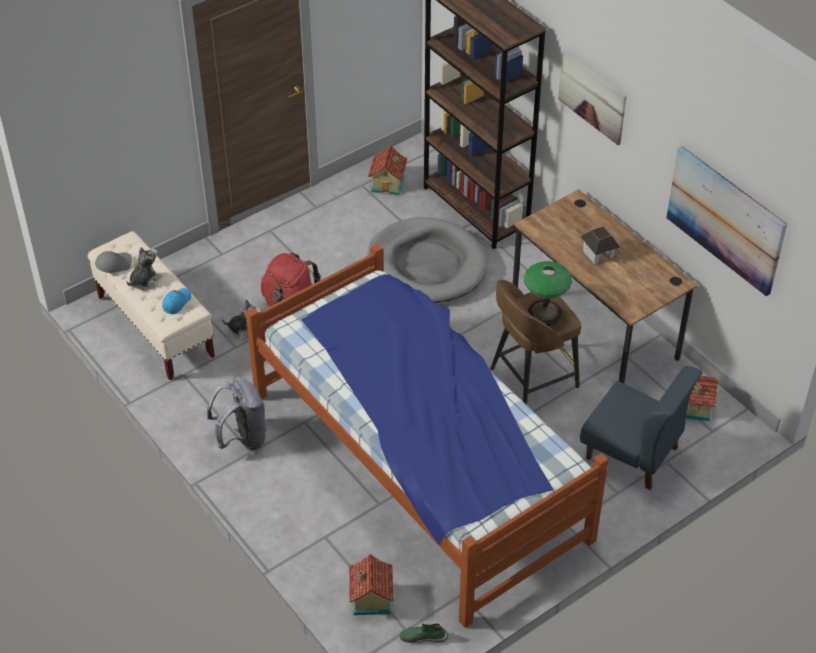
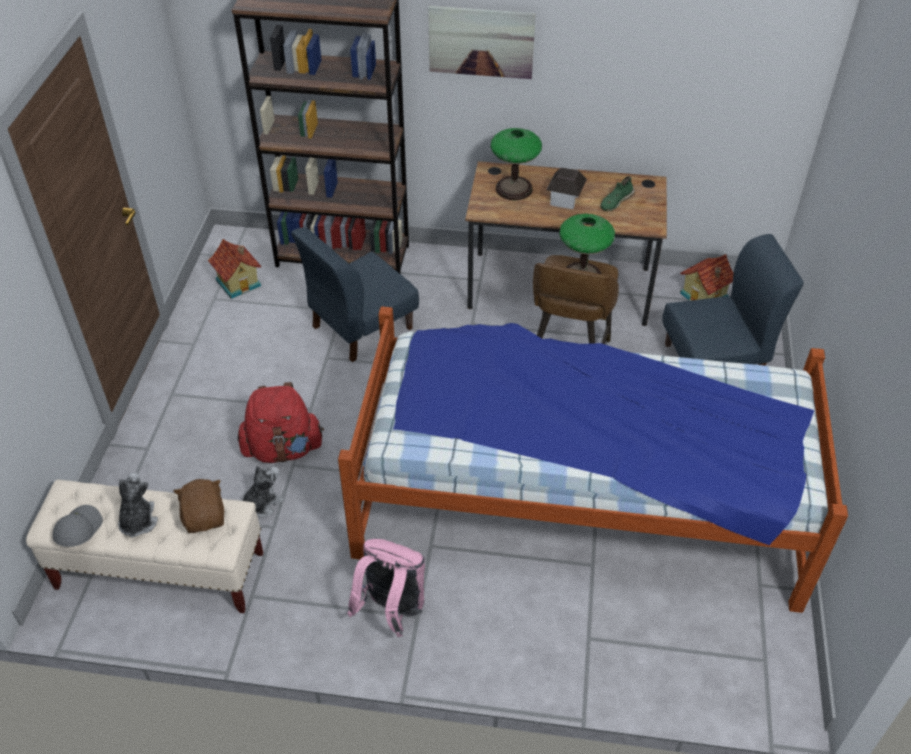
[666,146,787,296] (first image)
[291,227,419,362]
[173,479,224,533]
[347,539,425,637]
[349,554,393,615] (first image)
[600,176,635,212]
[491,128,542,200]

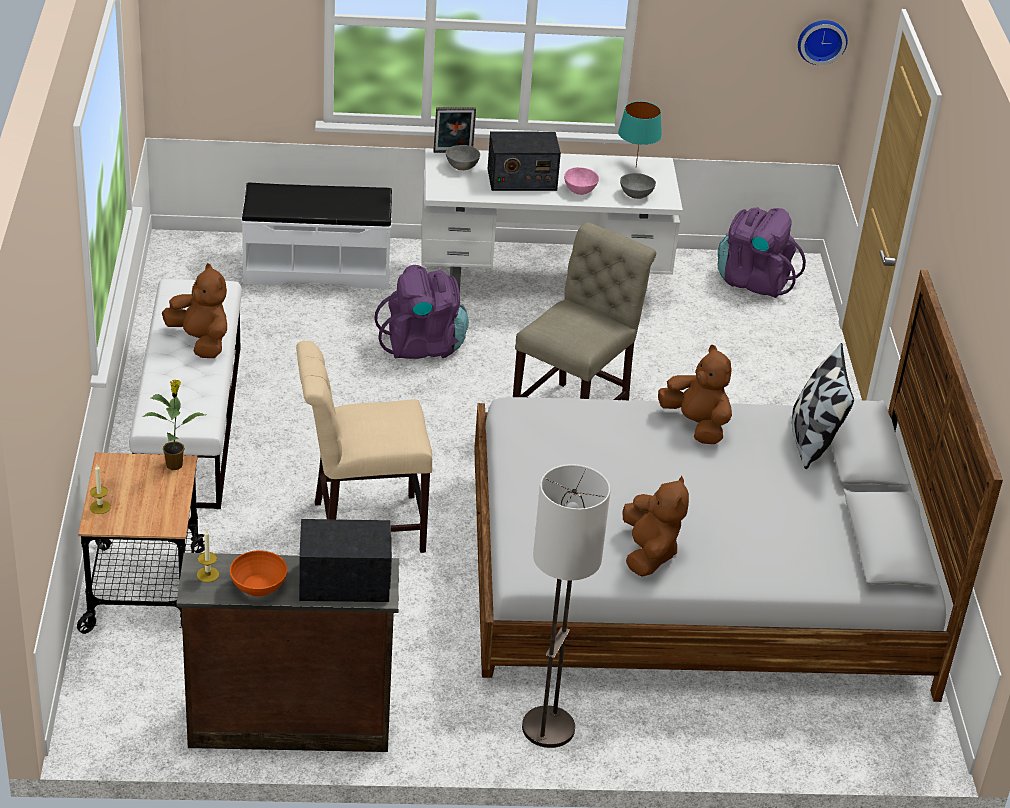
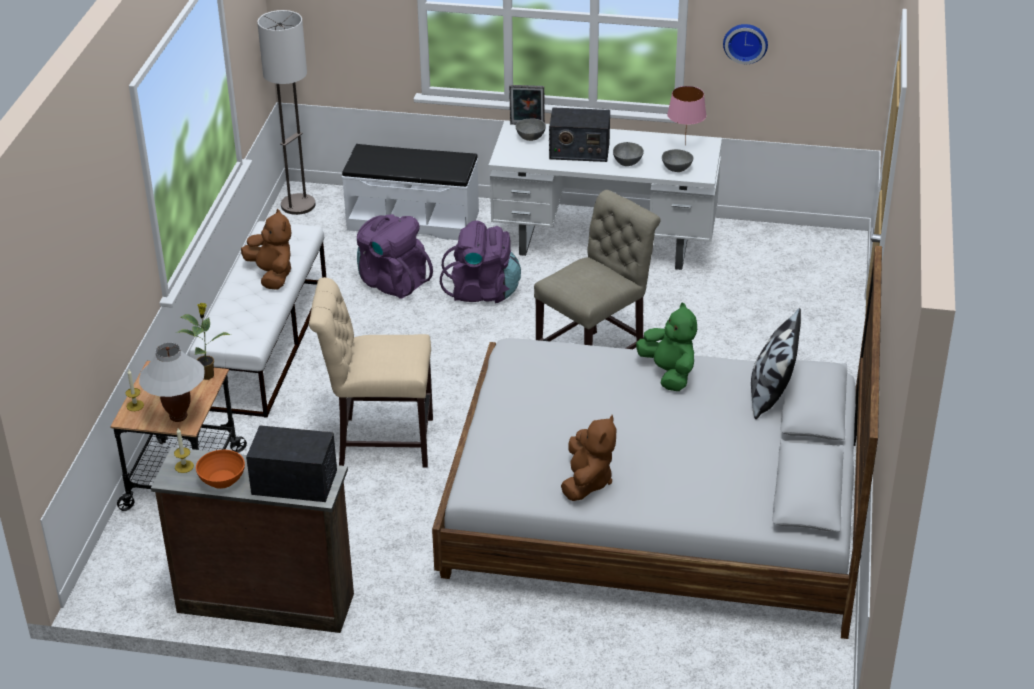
[723,24,768,64]
[667,86,706,145]
[613,142,644,166]
[357,214,433,299]
[636,302,697,391]
[257,10,315,215]
[139,342,205,422]

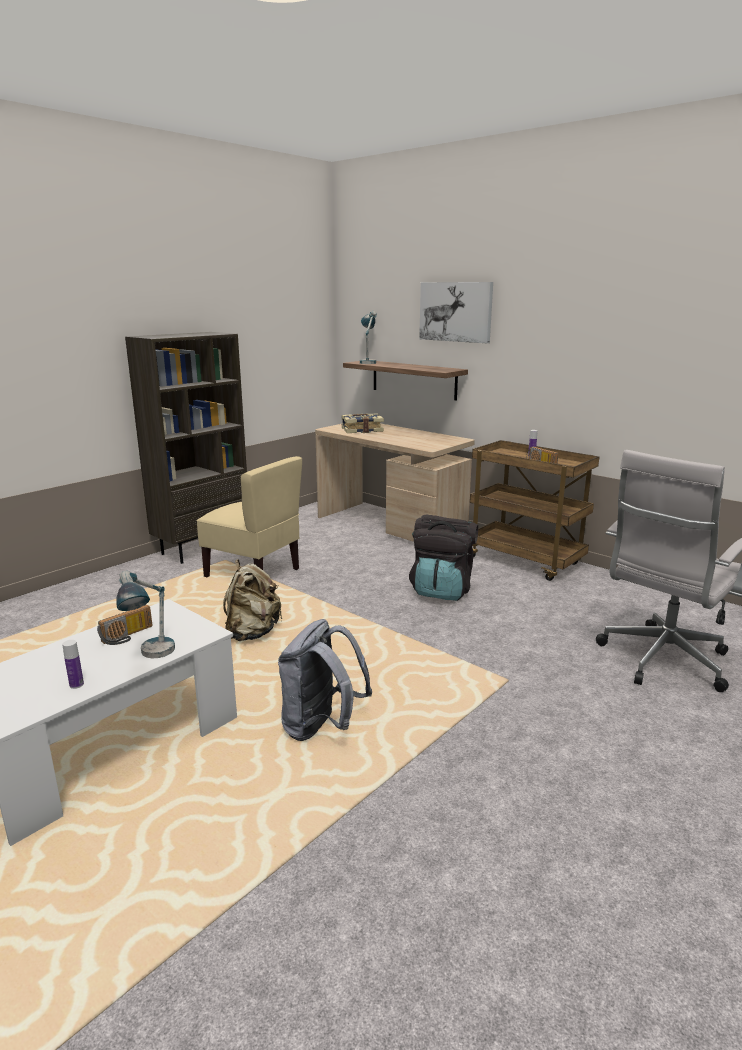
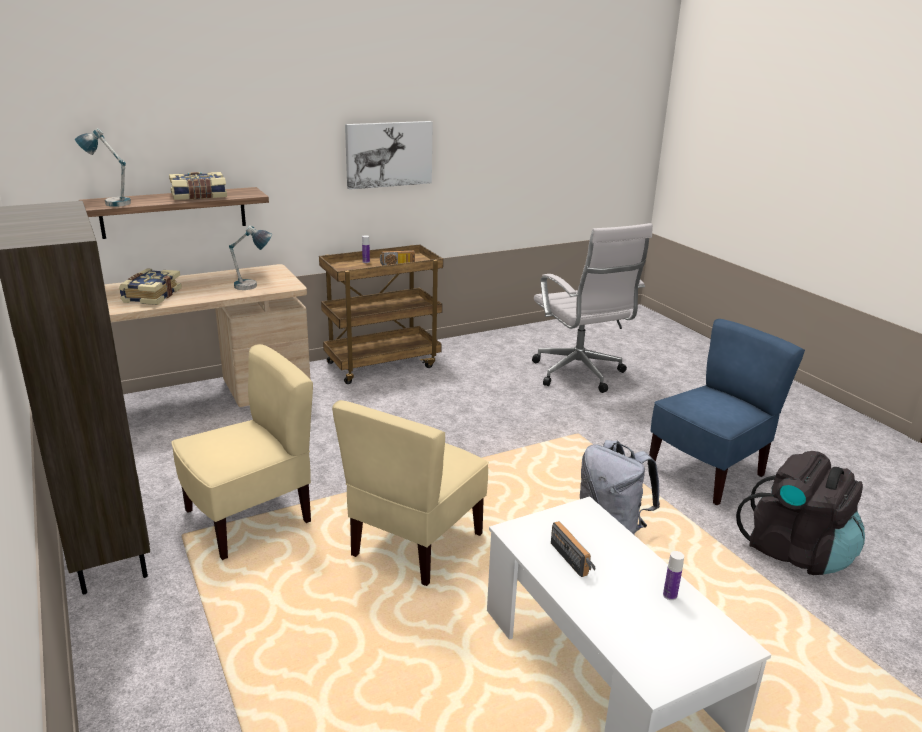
[345,121,433,190]
[736,451,865,575]
[332,400,489,586]
[229,226,272,290]
[169,172,227,200]
[649,319,805,505]

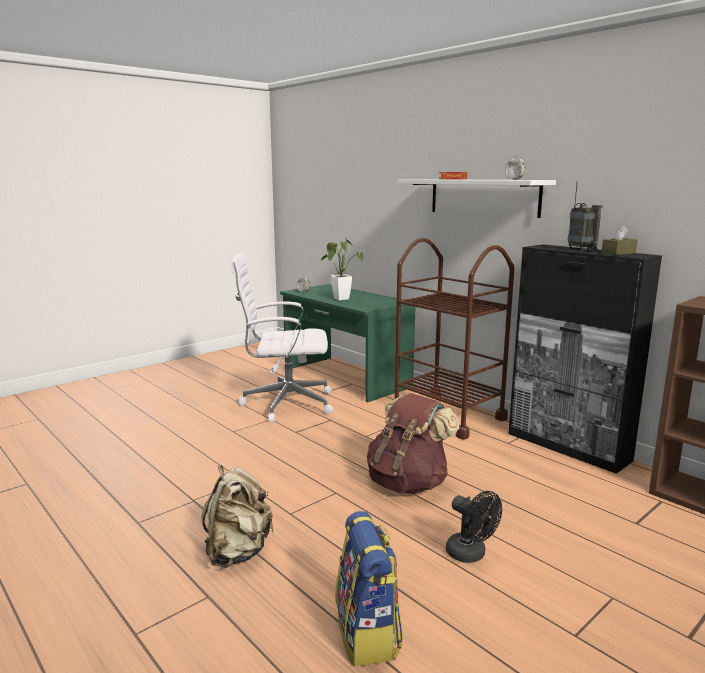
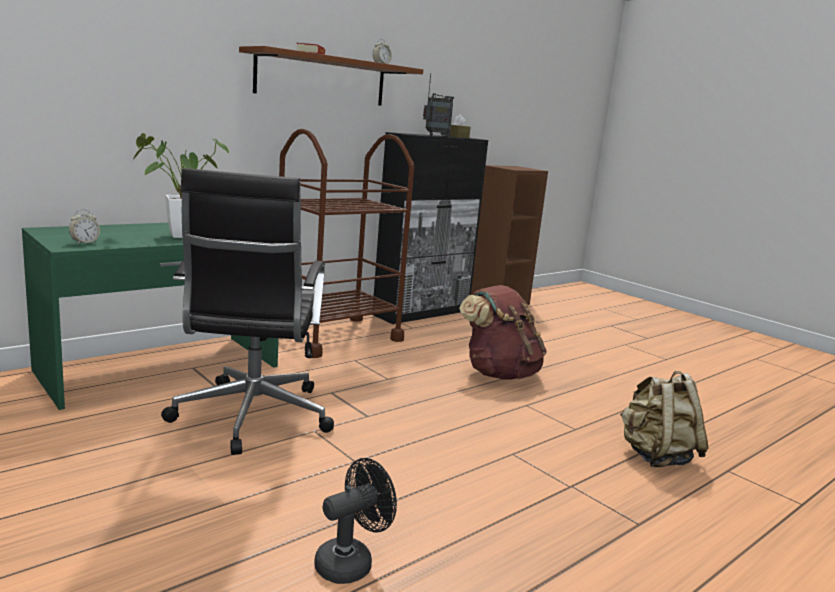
[239,46,423,105]
[161,168,334,455]
[314,458,397,584]
[335,511,403,666] (first image)

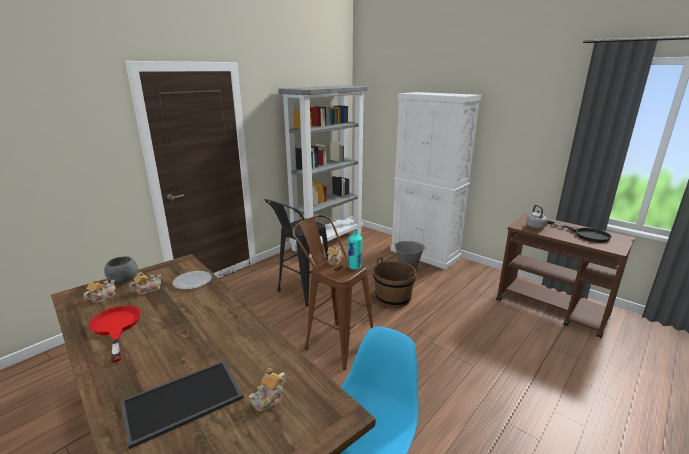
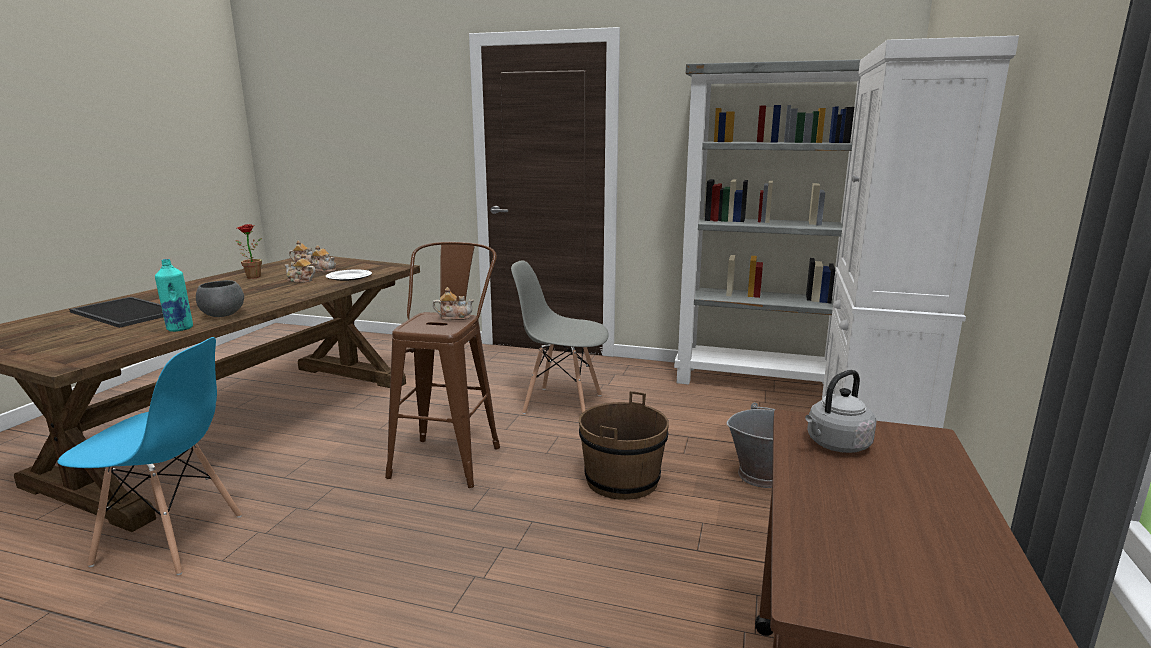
[511,260,609,414]
[547,220,612,243] (first image)
[155,259,193,332]
[196,280,244,317]
[235,224,262,279]
[285,254,316,283]

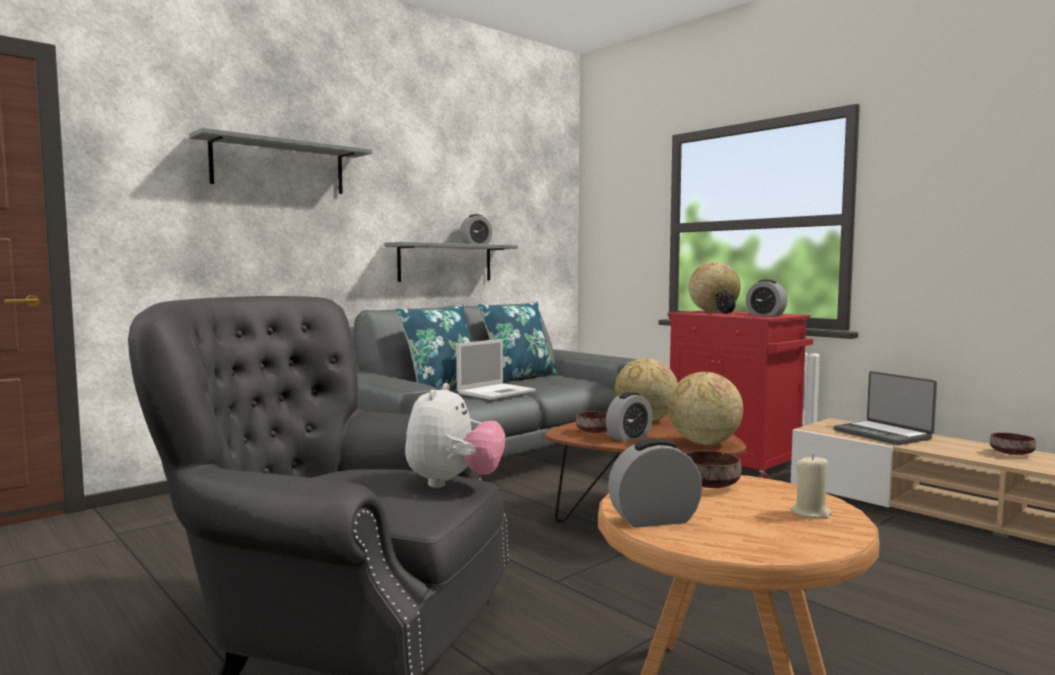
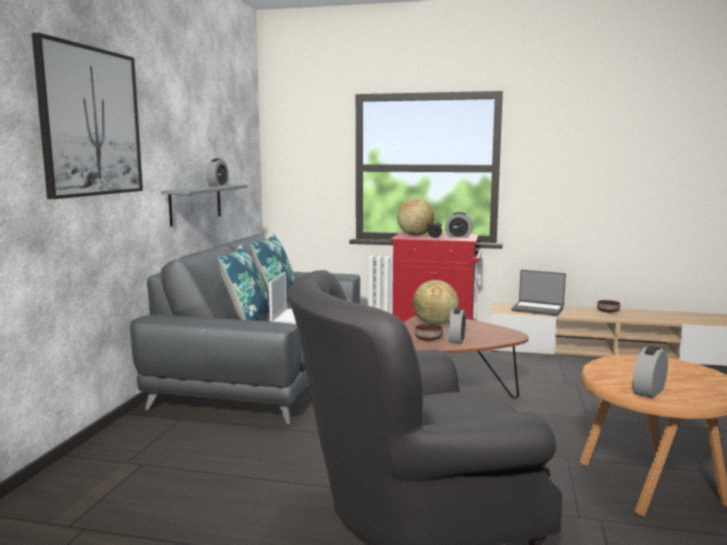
[32,33,143,199]
[668,372,743,445] (first image)
[405,383,505,488] (first image)
[685,451,741,488] (first image)
[791,454,832,519] (first image)

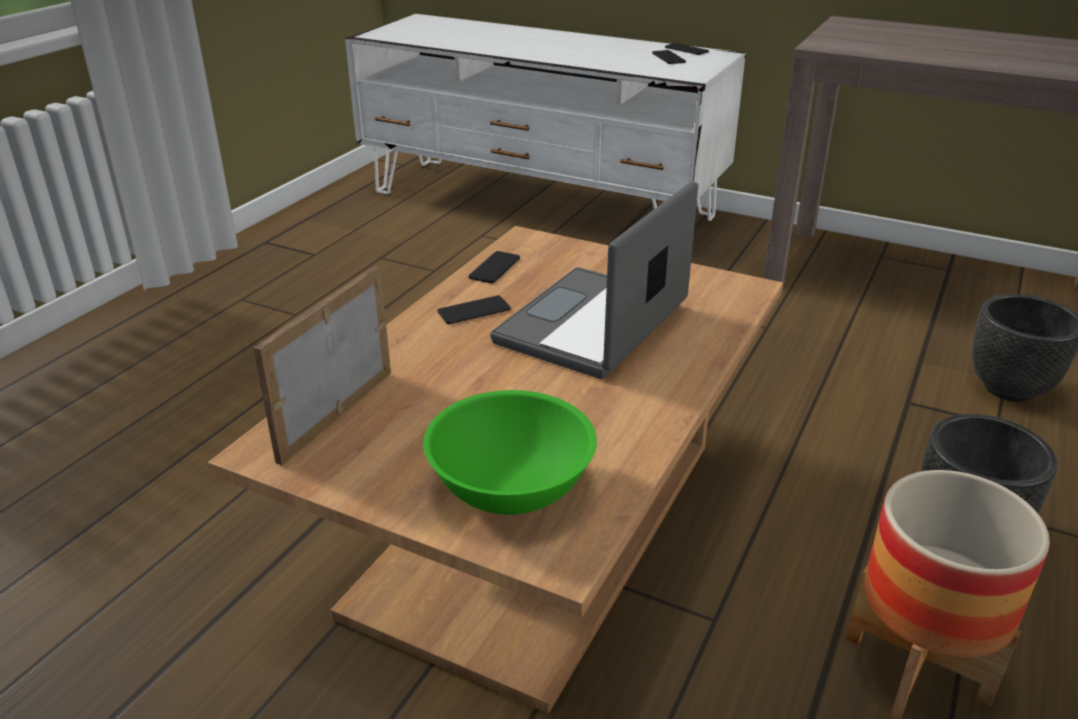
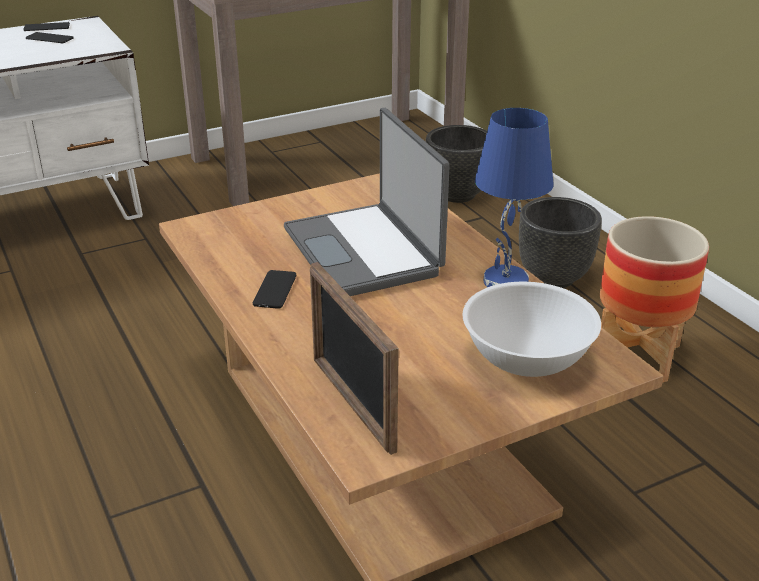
[469,251,520,283] (first image)
[463,282,601,377]
[475,108,554,287]

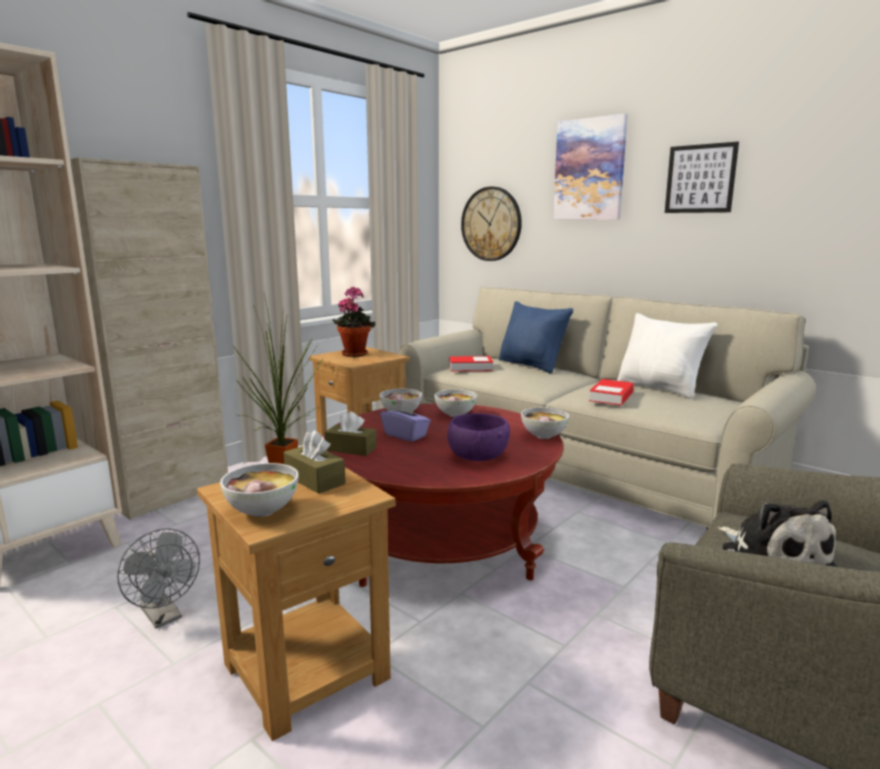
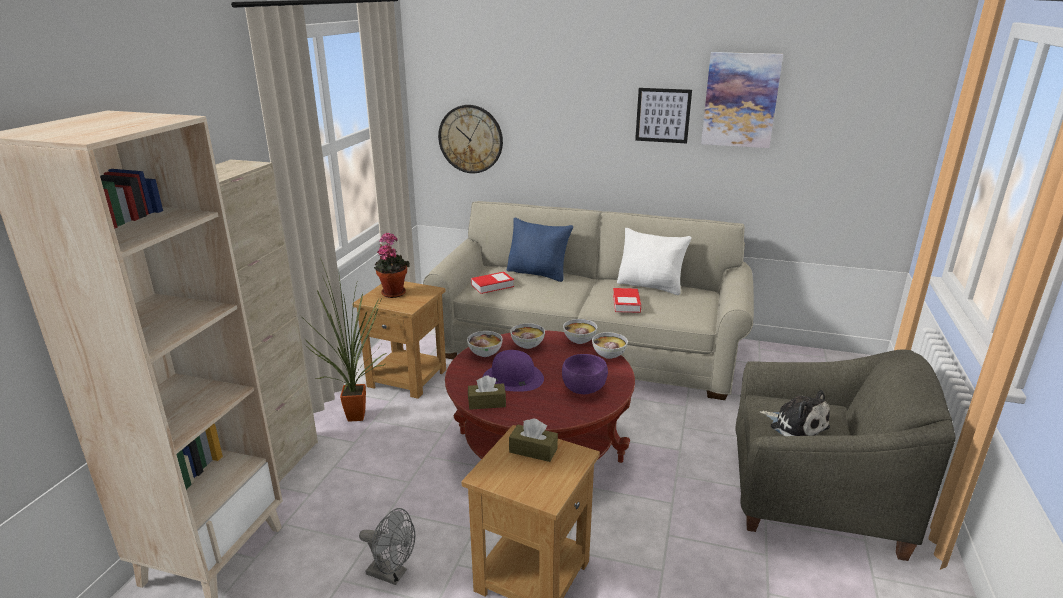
[701,52,783,148]
[483,350,544,392]
[563,319,597,344]

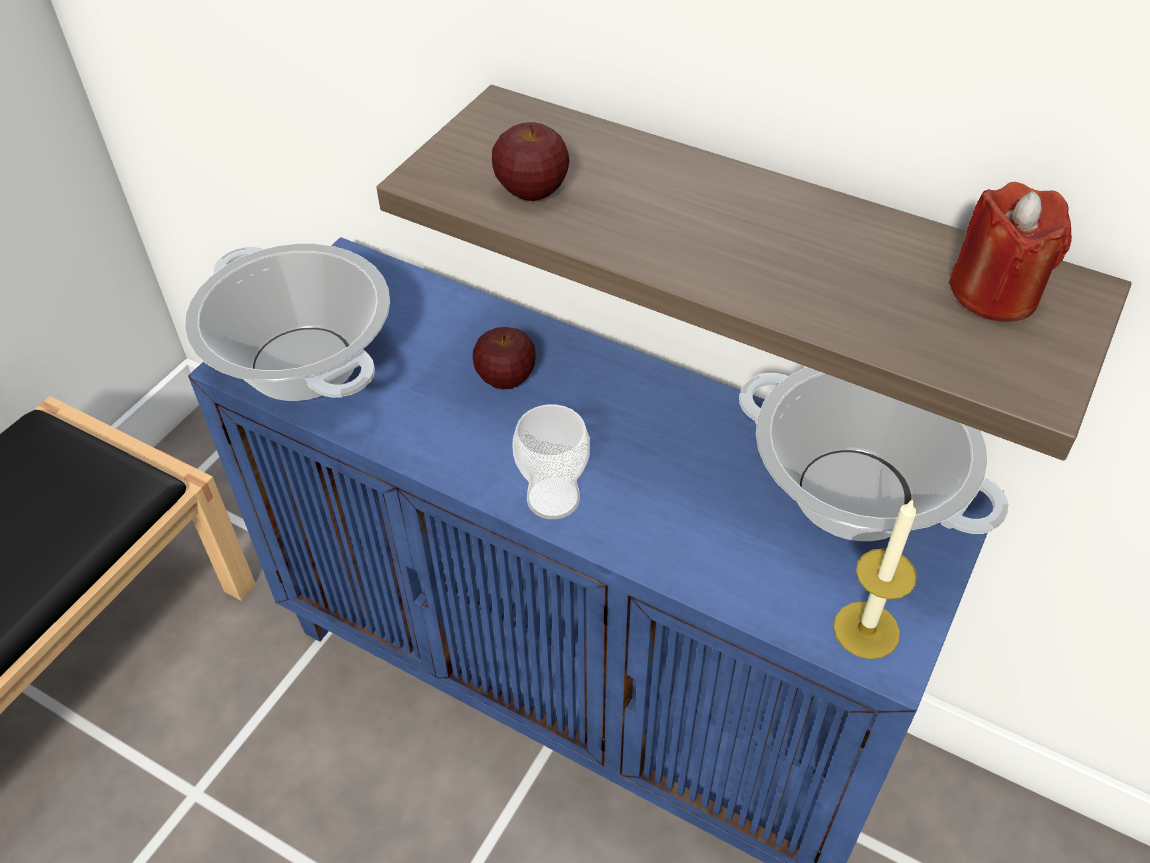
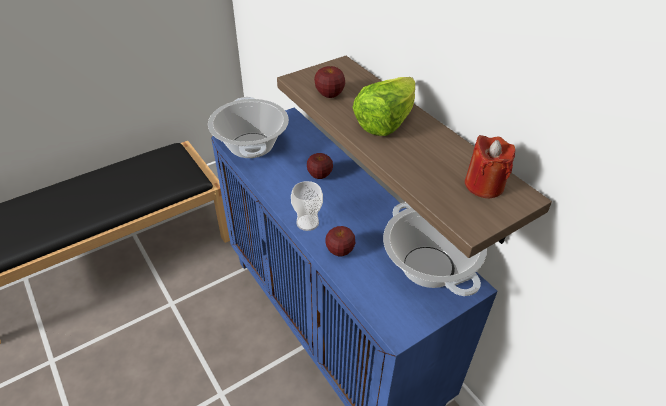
[833,498,917,659] (first image)
[352,77,415,136]
[326,226,355,256]

